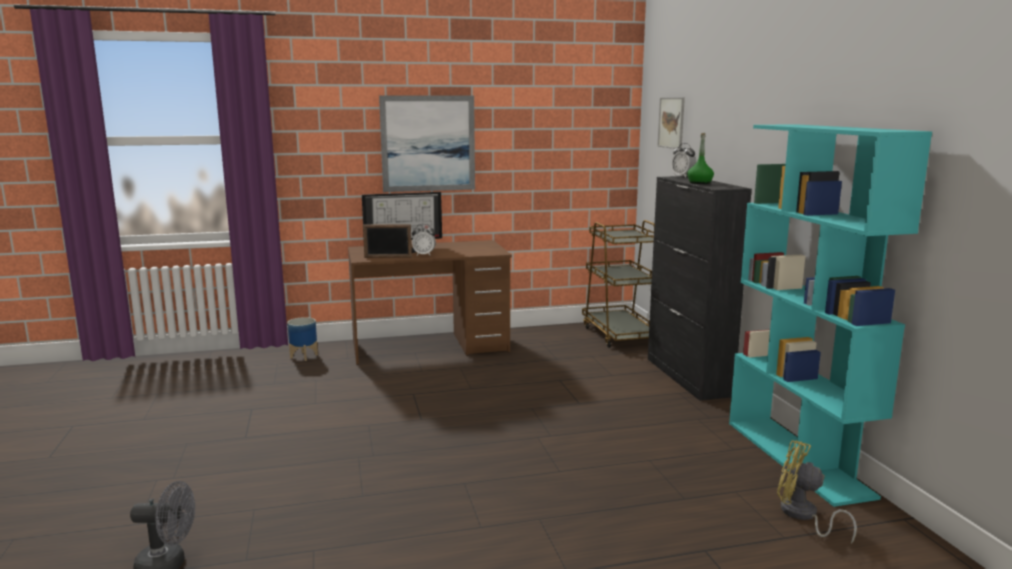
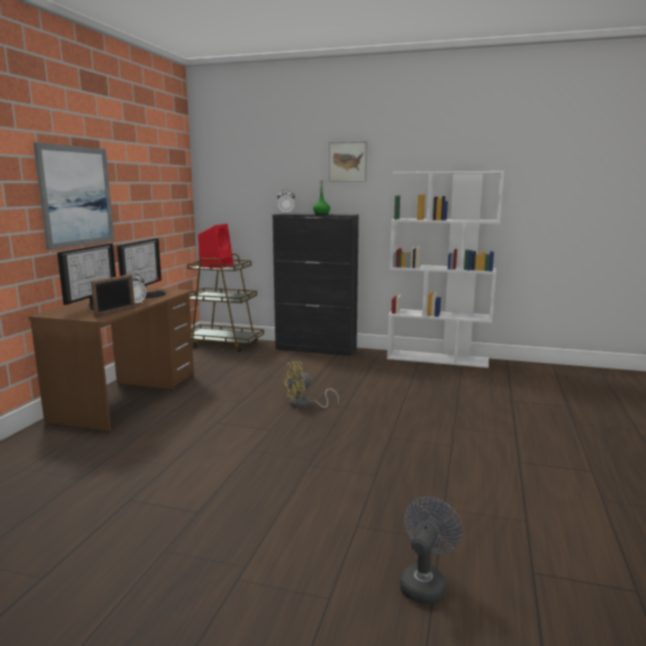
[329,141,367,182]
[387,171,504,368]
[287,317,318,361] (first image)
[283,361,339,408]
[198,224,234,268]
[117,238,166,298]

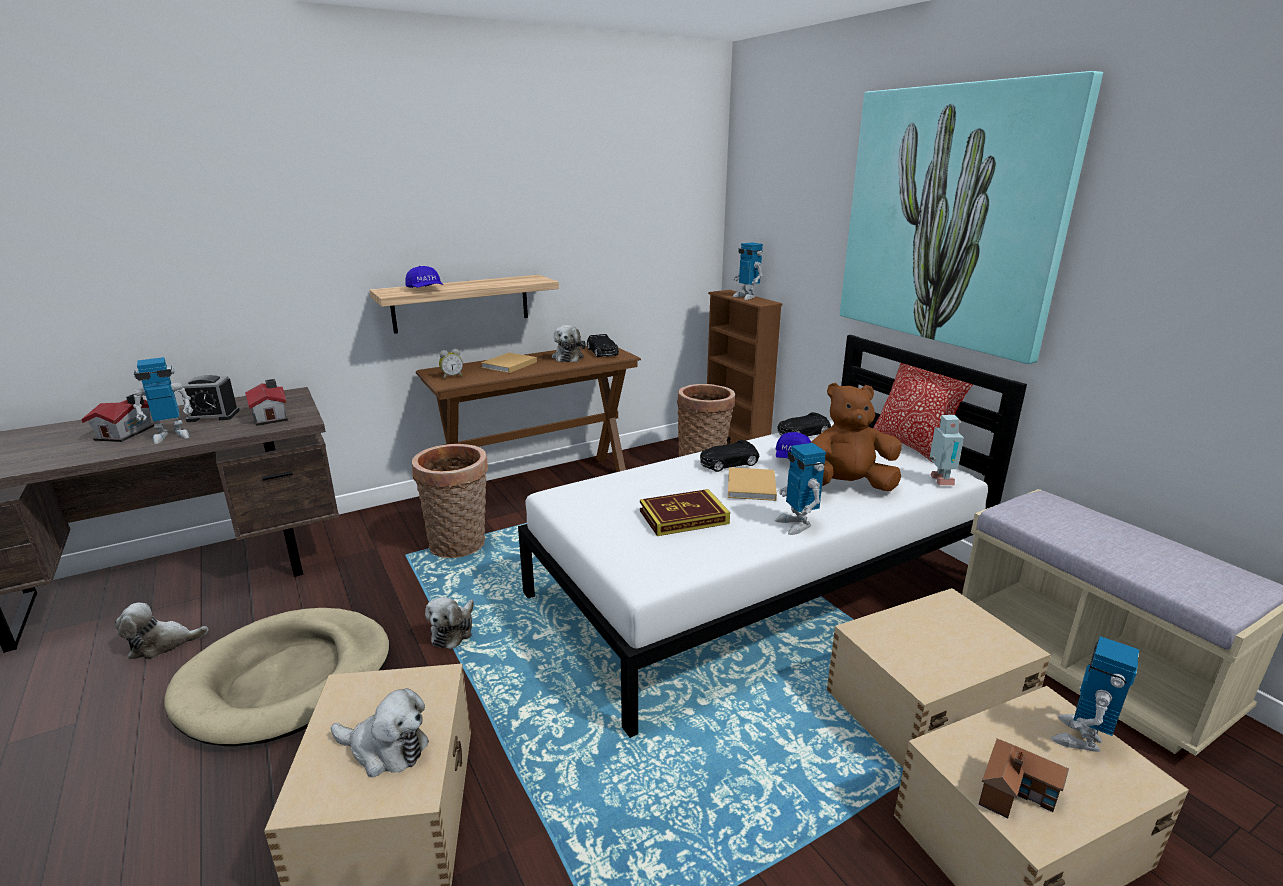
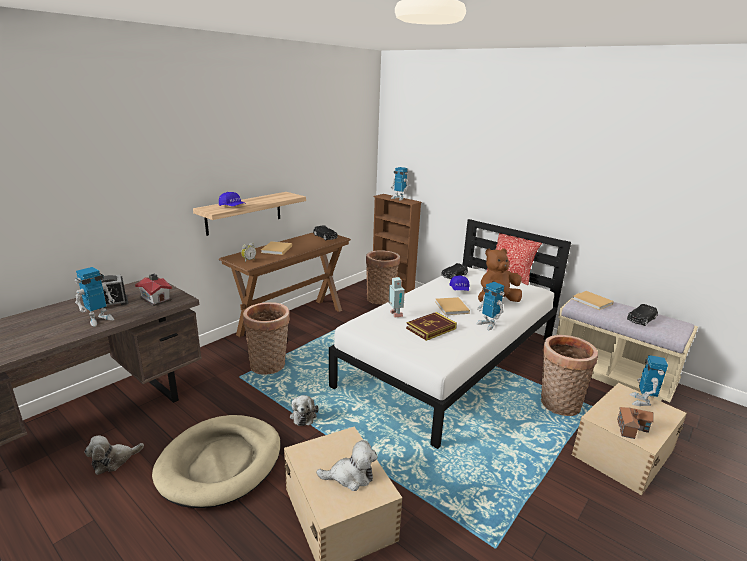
[840,71,1103,364] (first image)
[552,325,586,362] (first image)
[81,394,155,442] (first image)
[388,277,405,317]
[627,304,658,326]
[541,335,598,416]
[573,291,614,310]

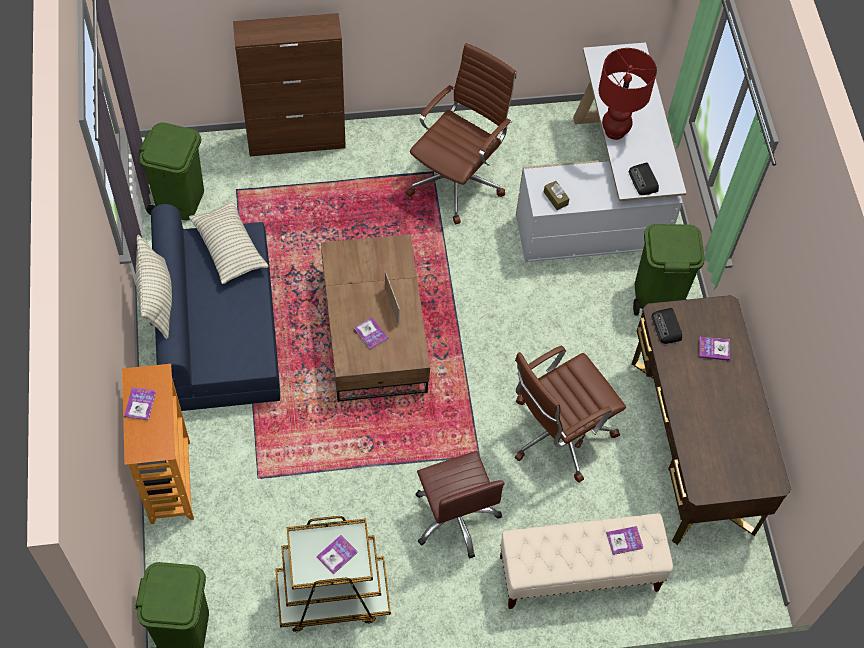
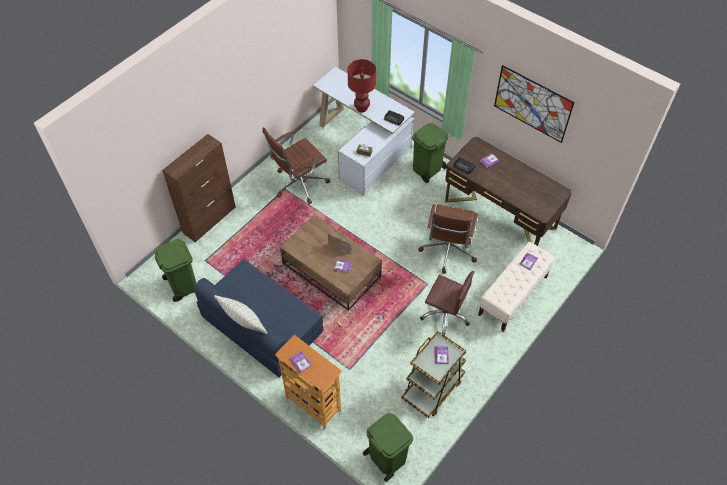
[262,127,331,204]
[189,199,269,284] (first image)
[494,65,575,143]

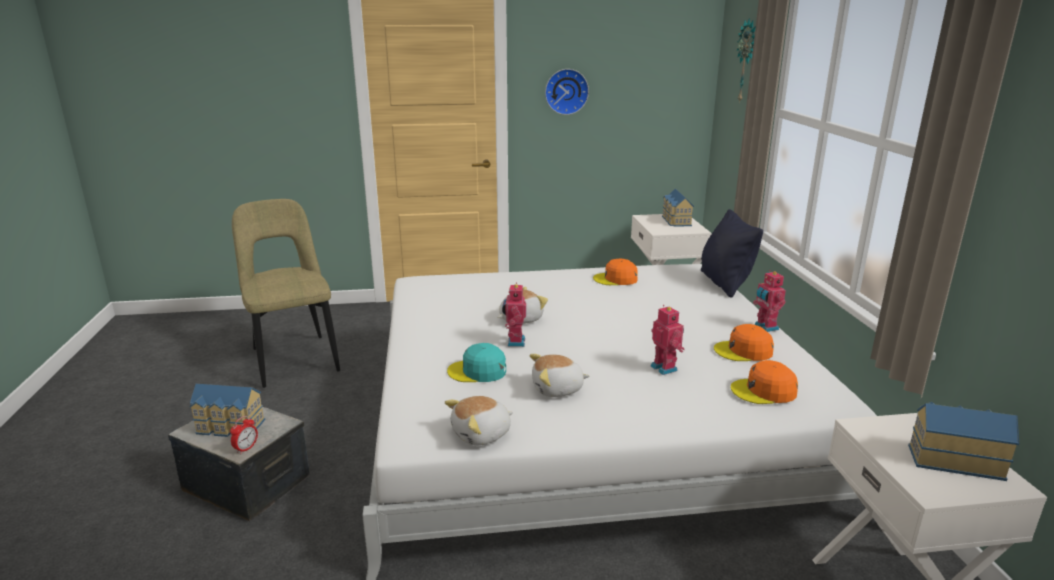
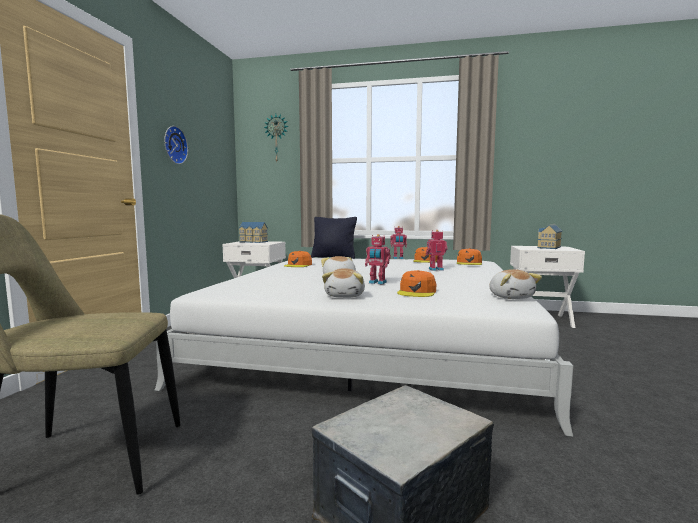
[397,270,436,297]
[322,268,365,298]
[190,384,265,437] (first image)
[230,416,258,454] (first image)

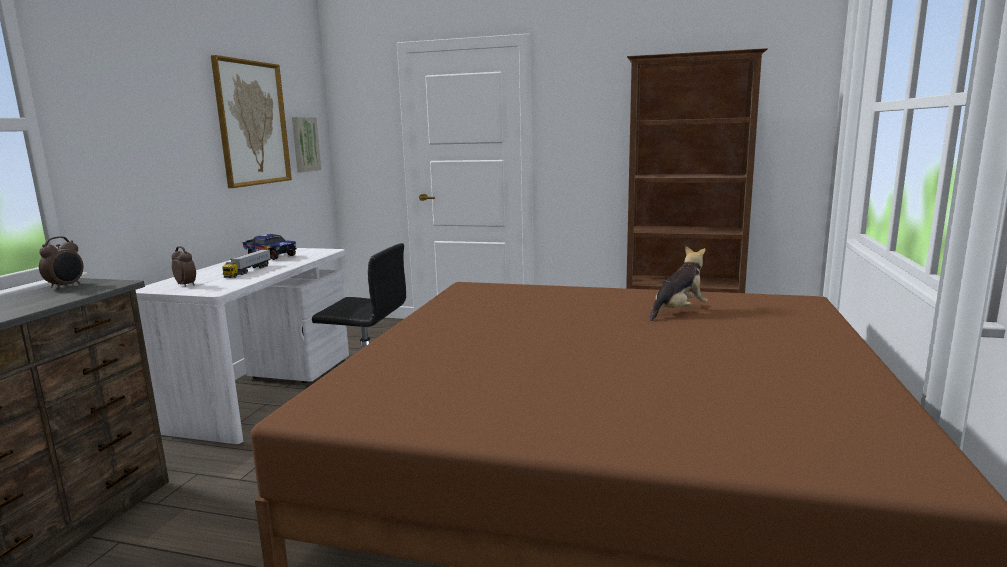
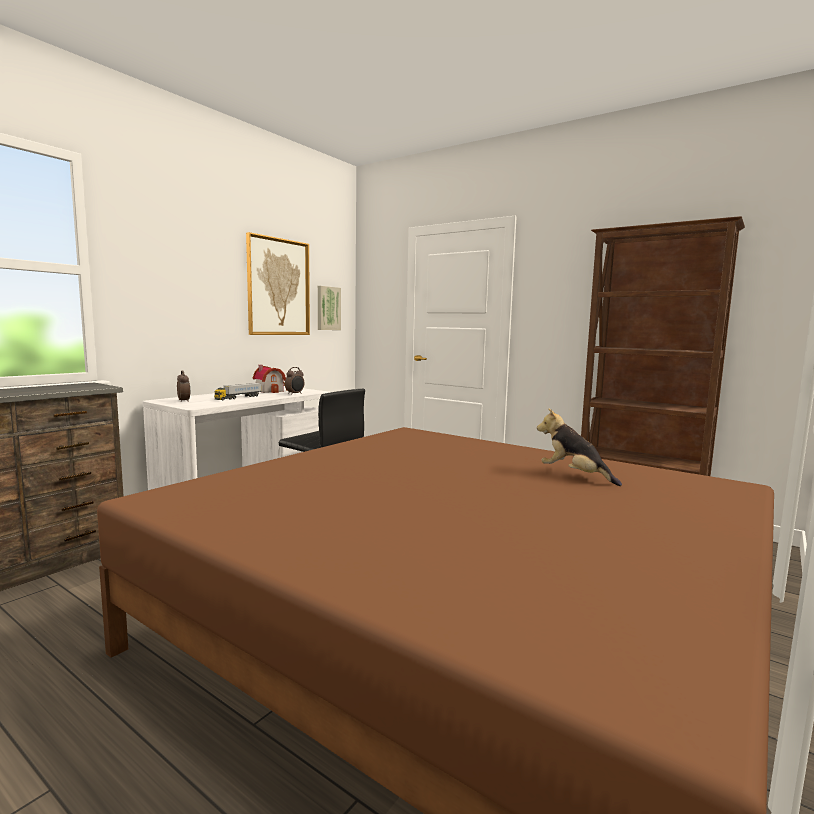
[253,365,287,393]
[285,367,304,395]
[537,408,622,486]

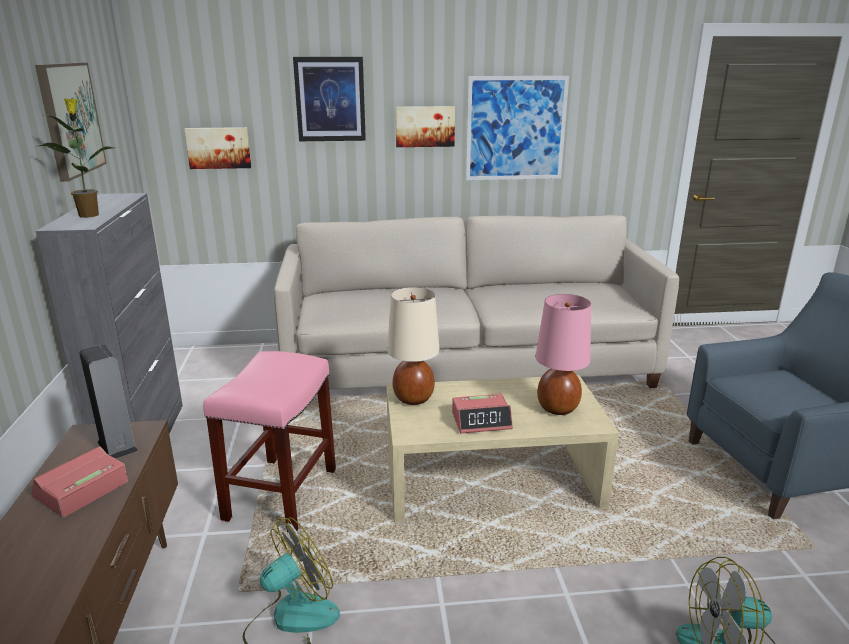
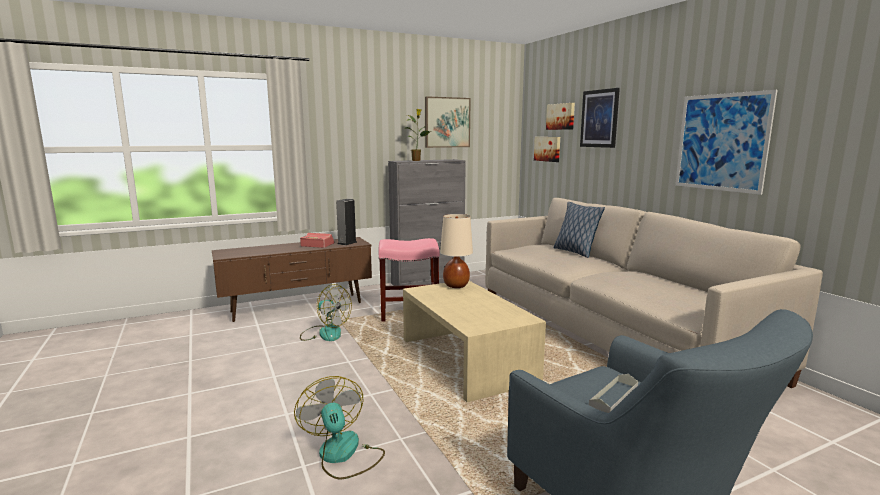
[546,103,575,130]
[535,294,591,415] (first image)
[452,394,513,433] (first image)
[554,202,605,258]
[589,374,638,413]

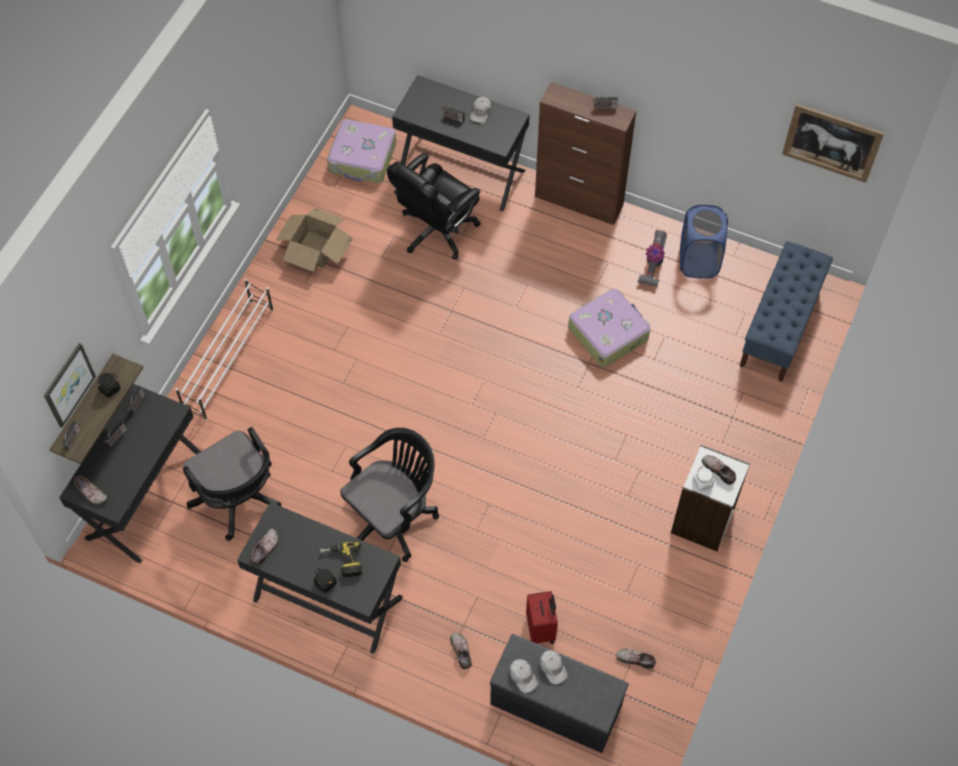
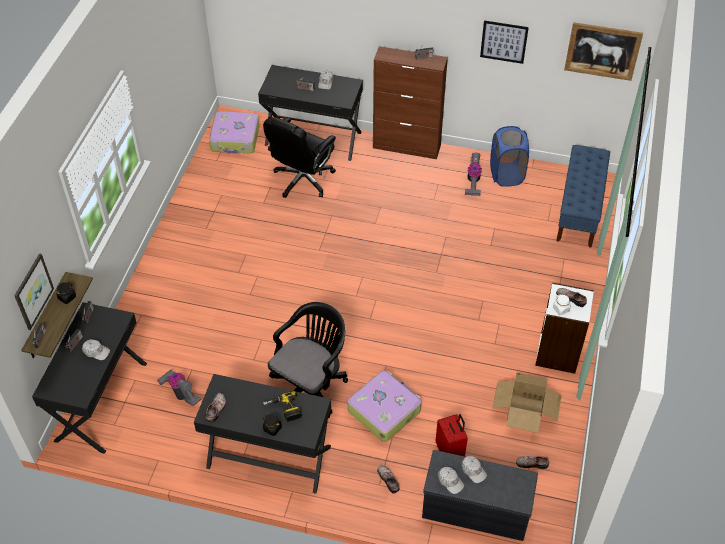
[492,373,561,433]
[175,279,274,420] (first image)
[348,371,421,442]
[157,370,201,406]
[74,476,108,505] (first image)
[480,20,529,64]
[82,339,110,360]

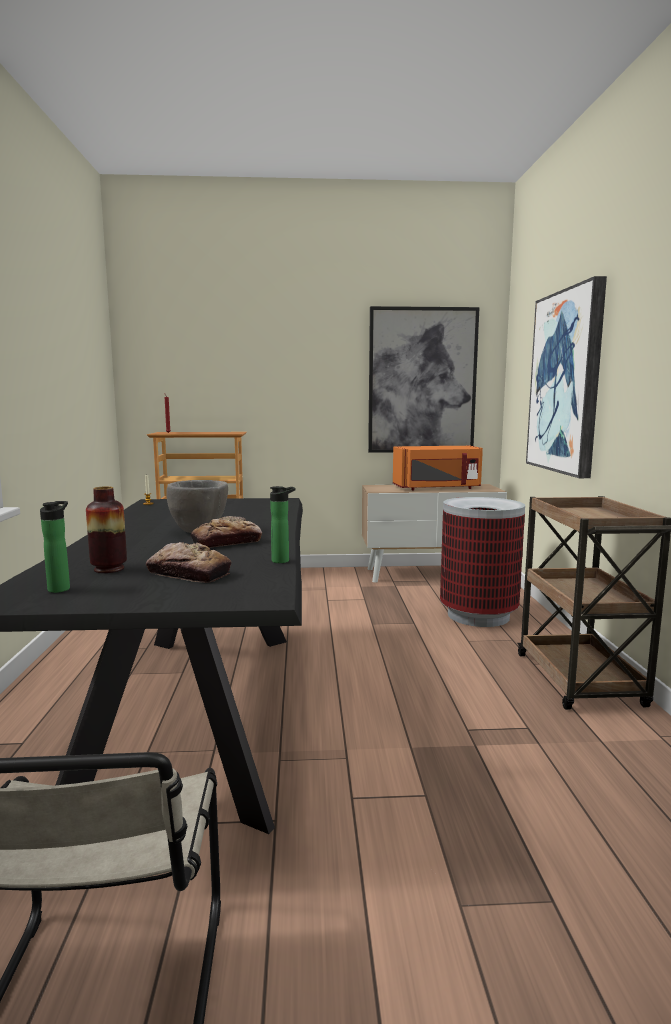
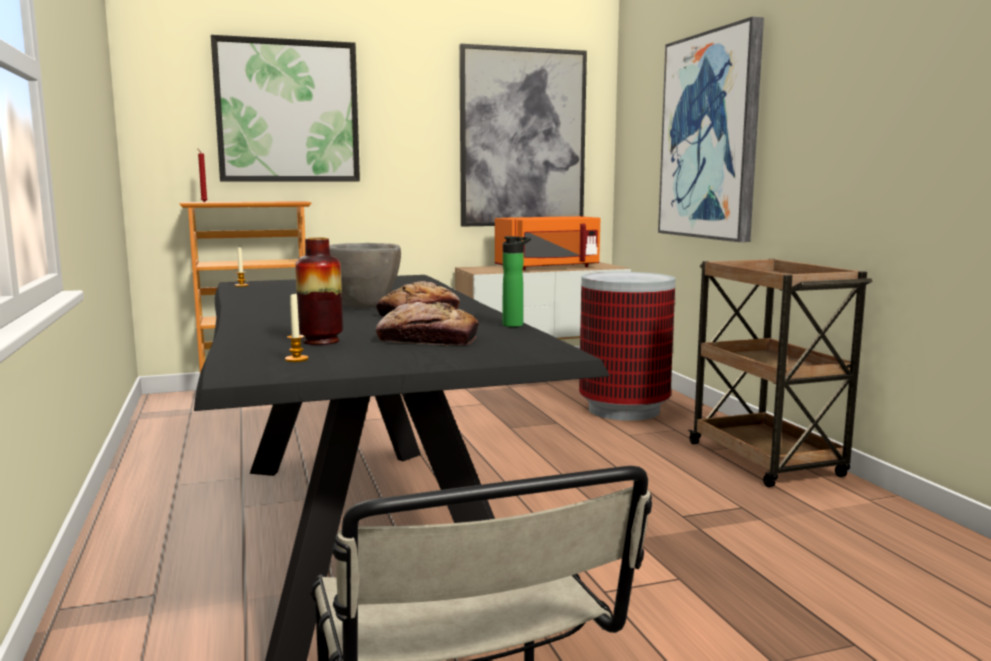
[285,292,309,362]
[211,35,360,182]

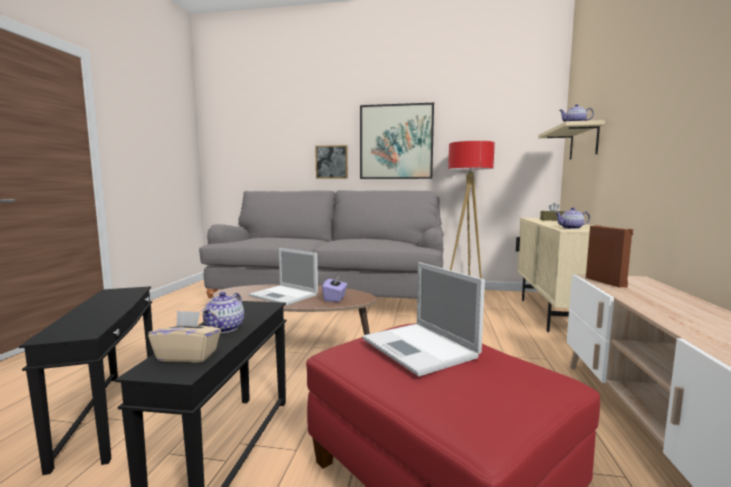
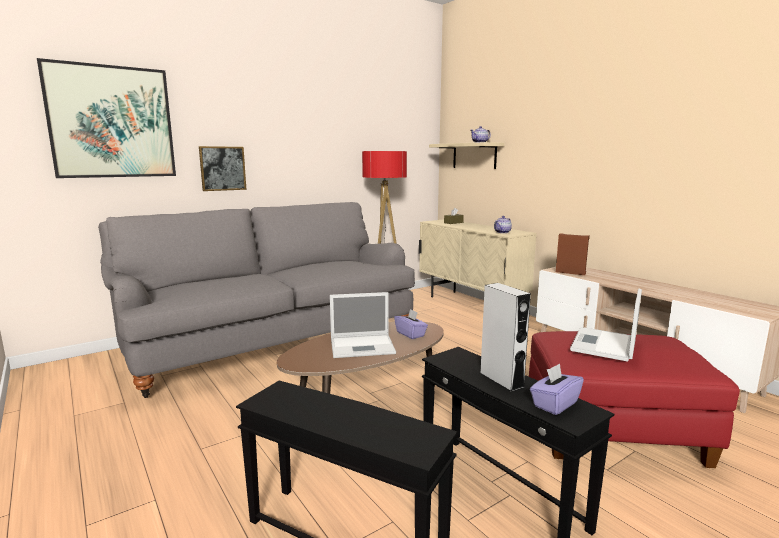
[37,58,176,178]
[570,289,642,362]
[480,283,531,392]
[530,364,584,415]

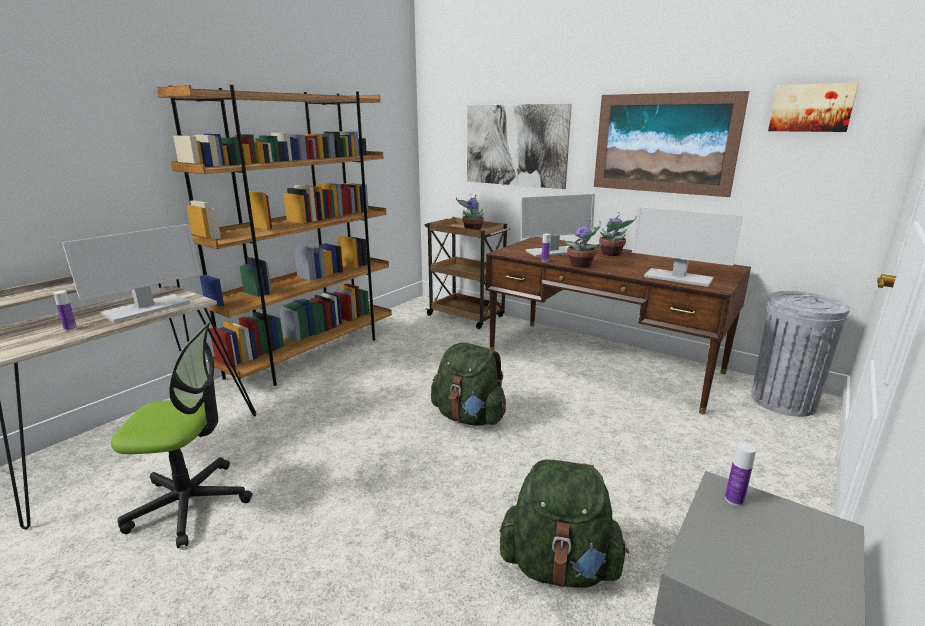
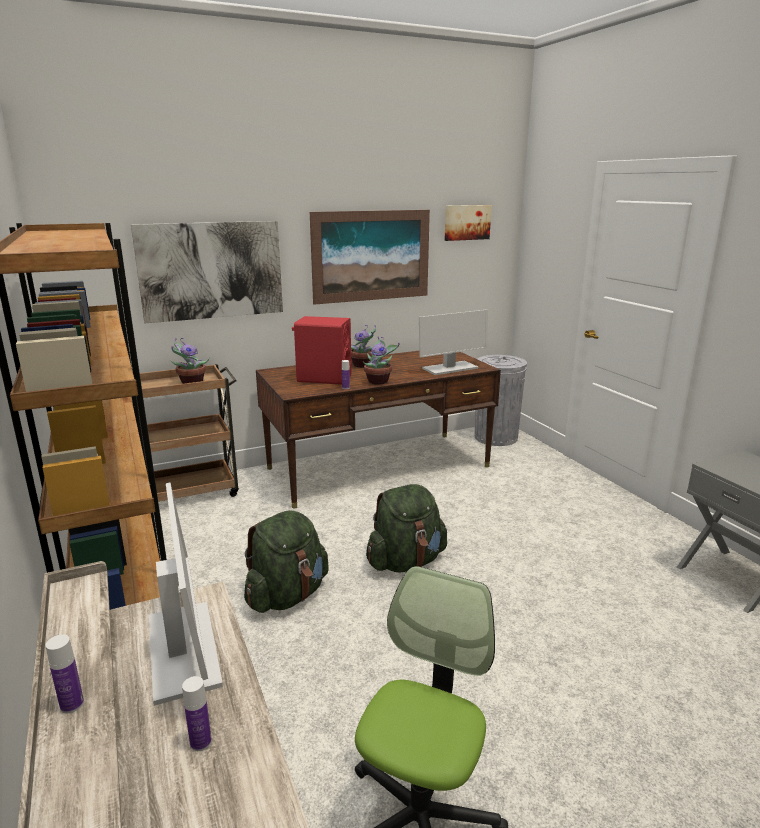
[292,316,351,385]
[46,635,84,713]
[244,510,329,613]

